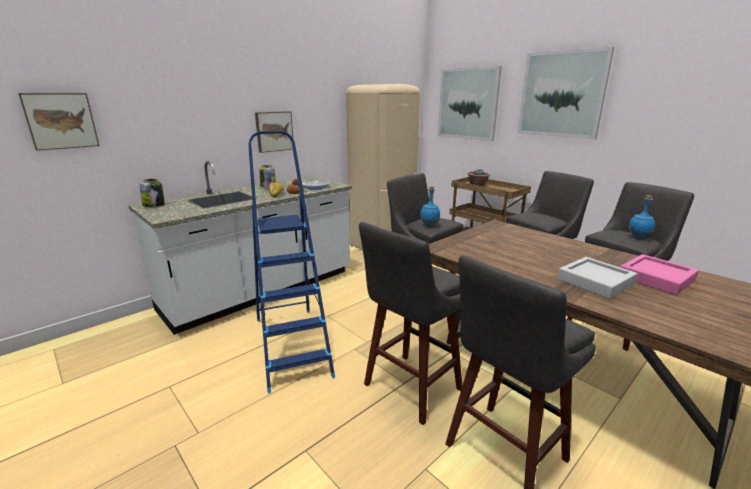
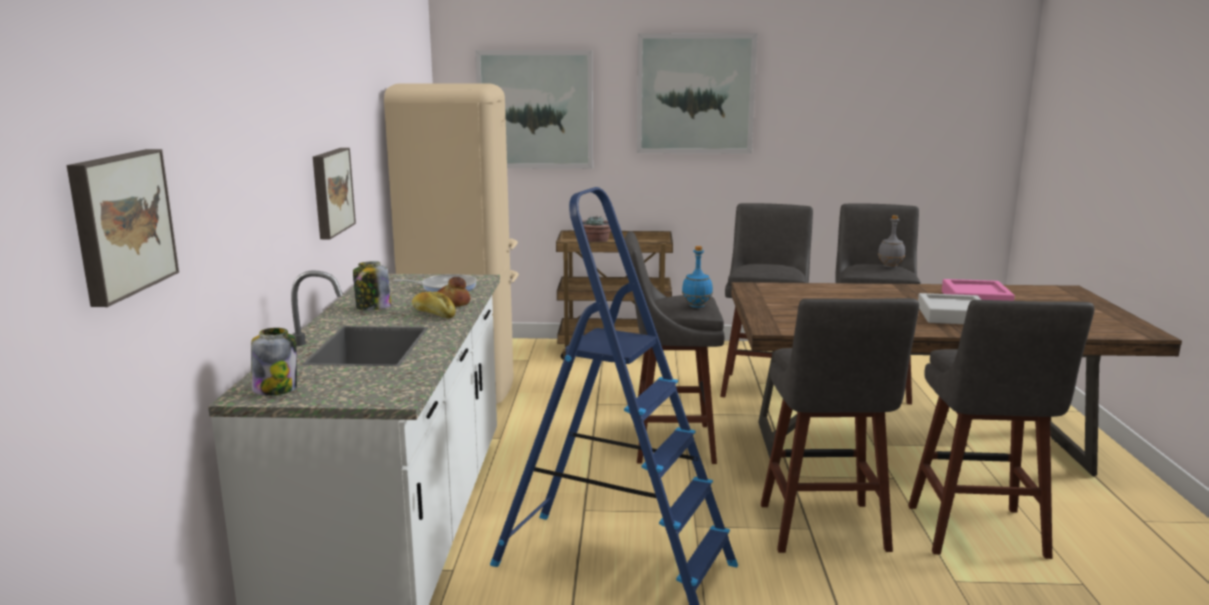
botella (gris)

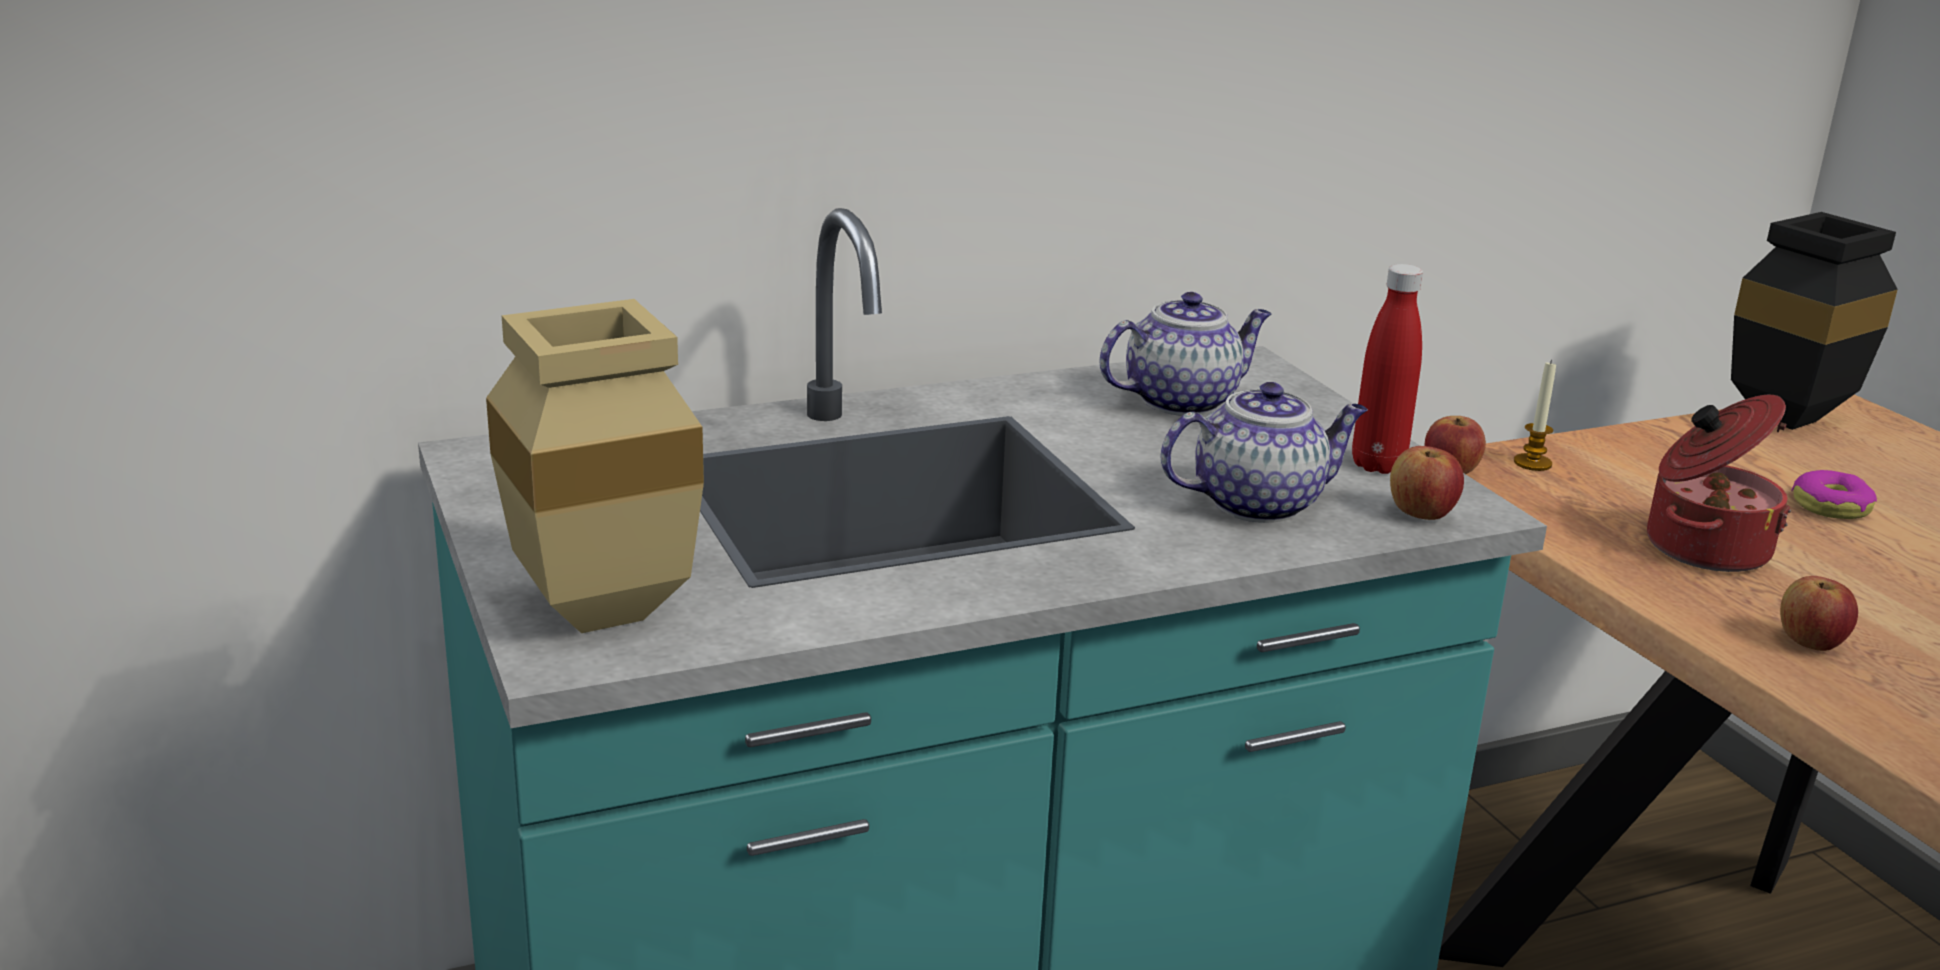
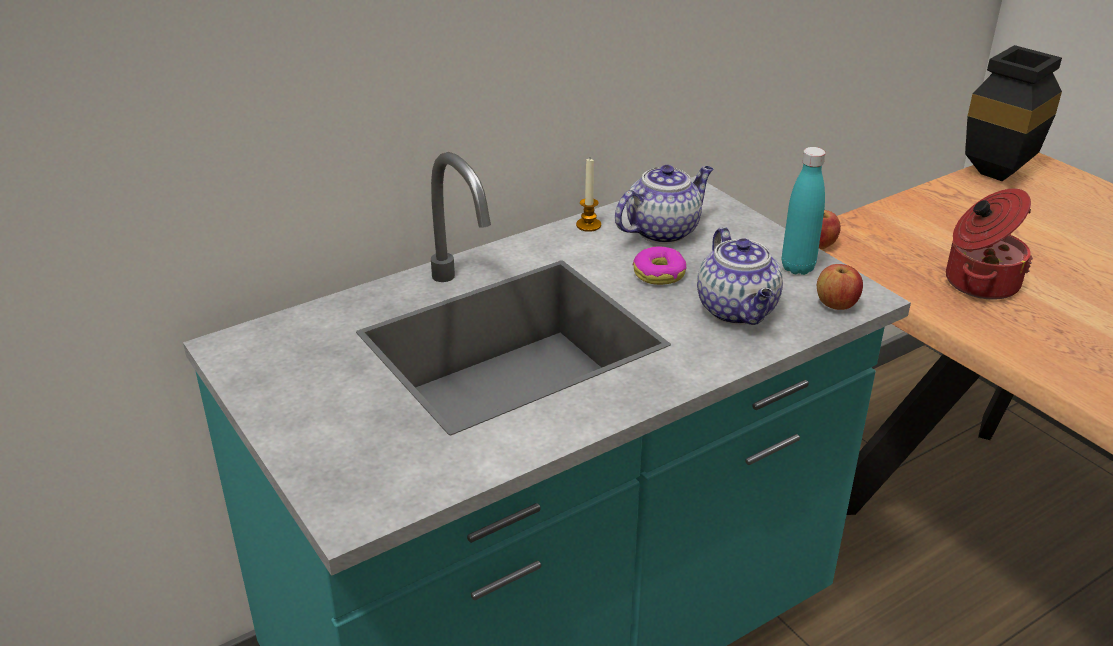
florero (beis)
manzana (no. 3 from left in the first image)
vela
rosquilla
botella (turquesa)
tetera (no. 2 from left)

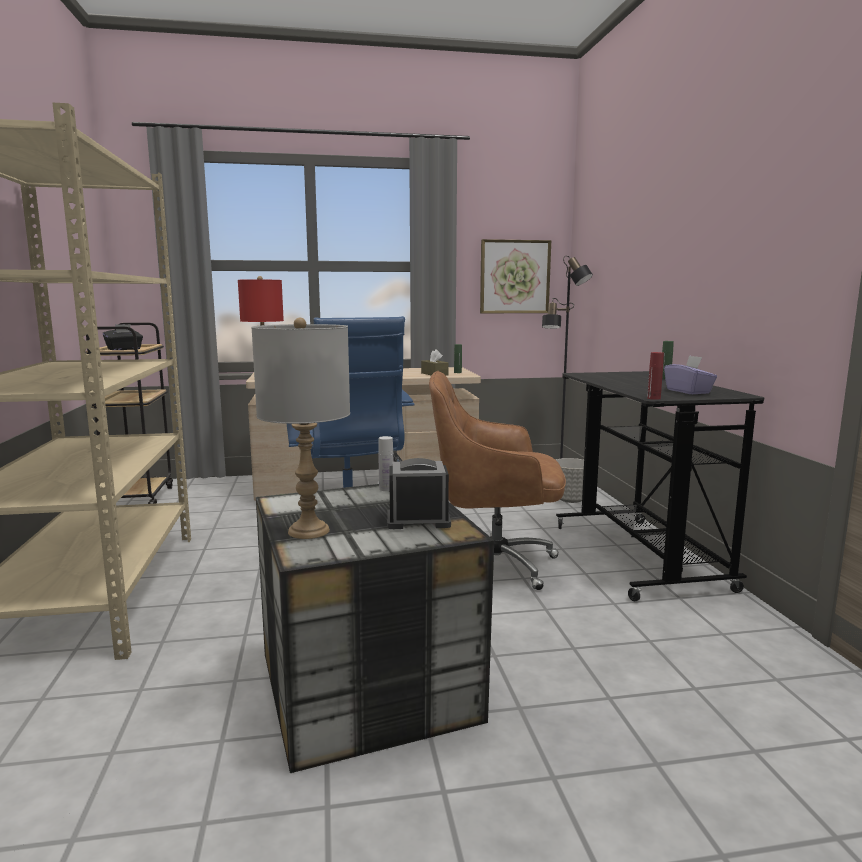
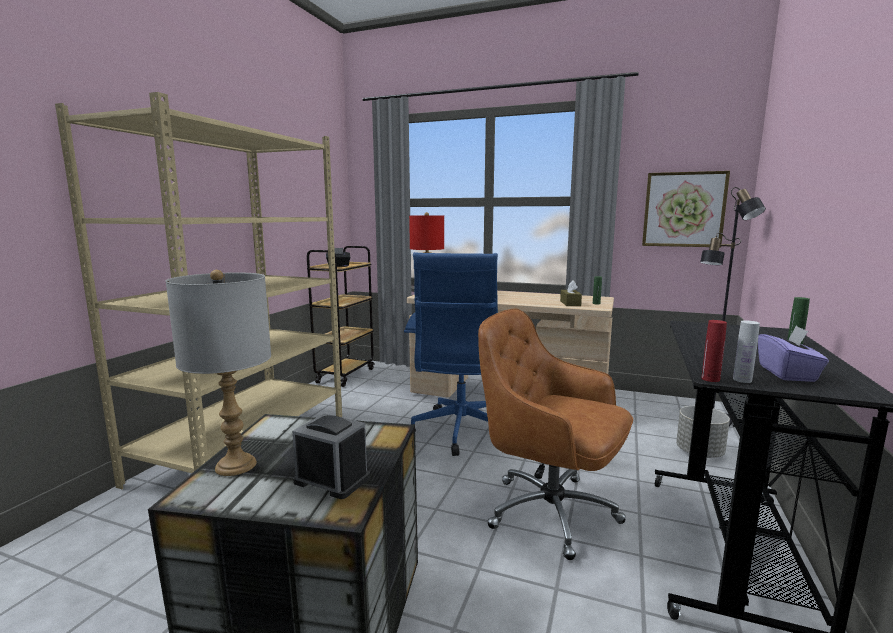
botella (blanco)

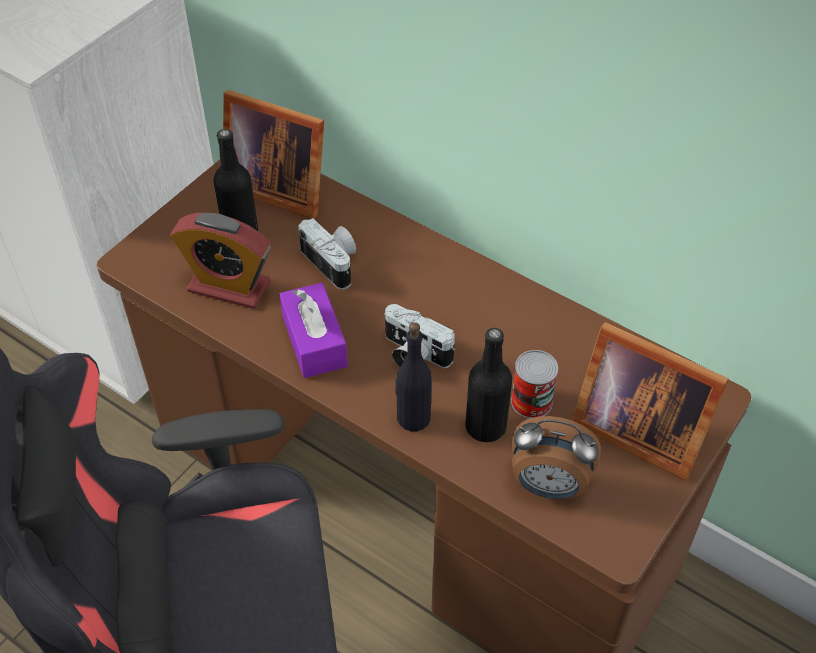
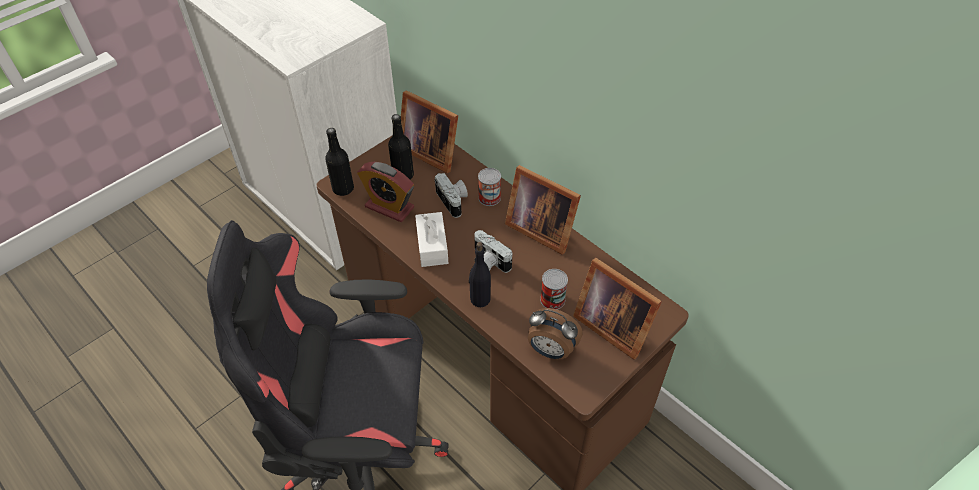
lata (no. 1 from left)
portarretratos (no. 2 from left)
botella (negro) (no. 1 from left)
caja de pañuelos (blanco)

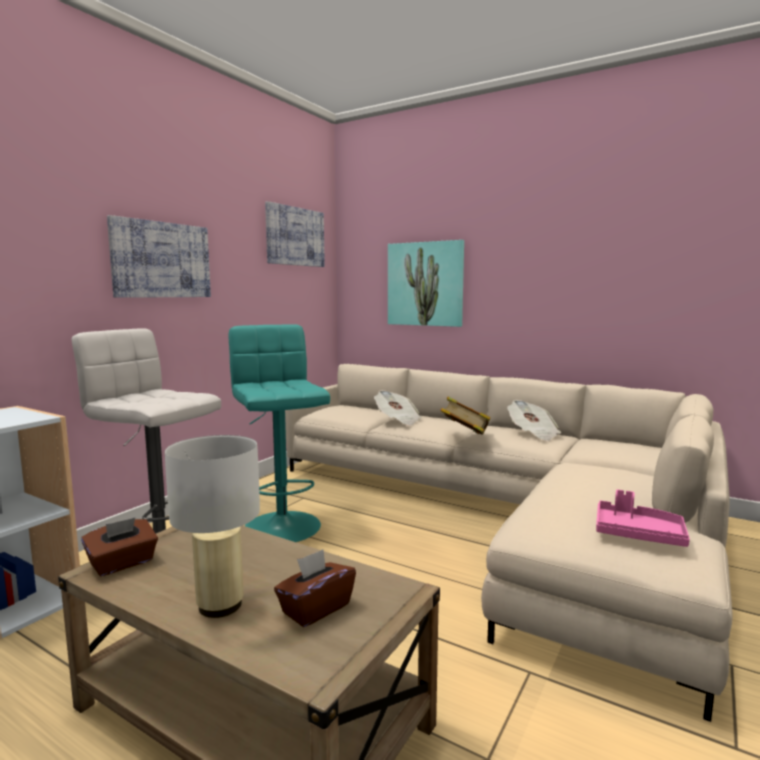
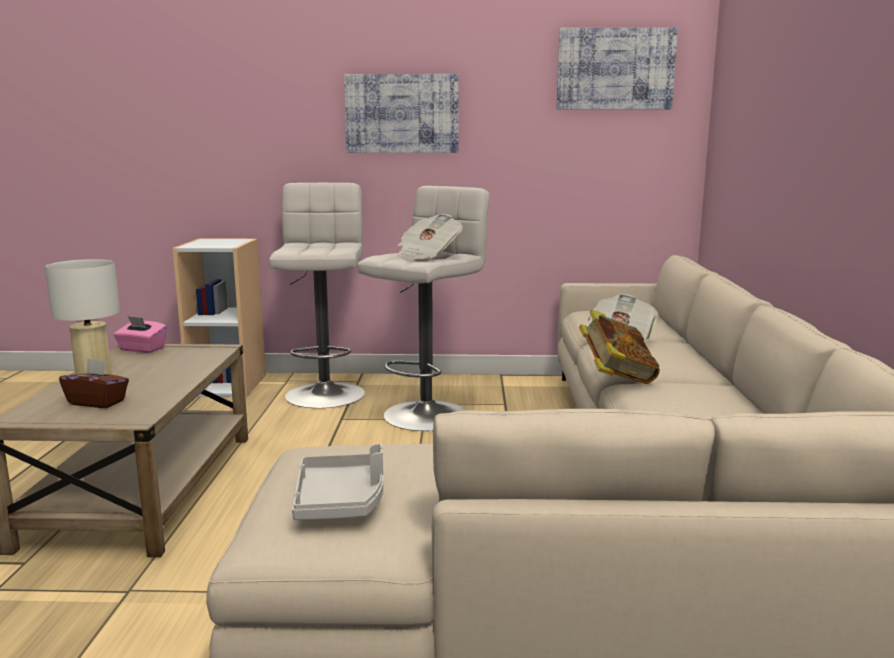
cuadro (no. 3 from left in the first image)
periódico (no. 1 from left)
caja de pañuelos (rosa)
taburete (blanco) (no. 2 from left)
bandeja (gris)

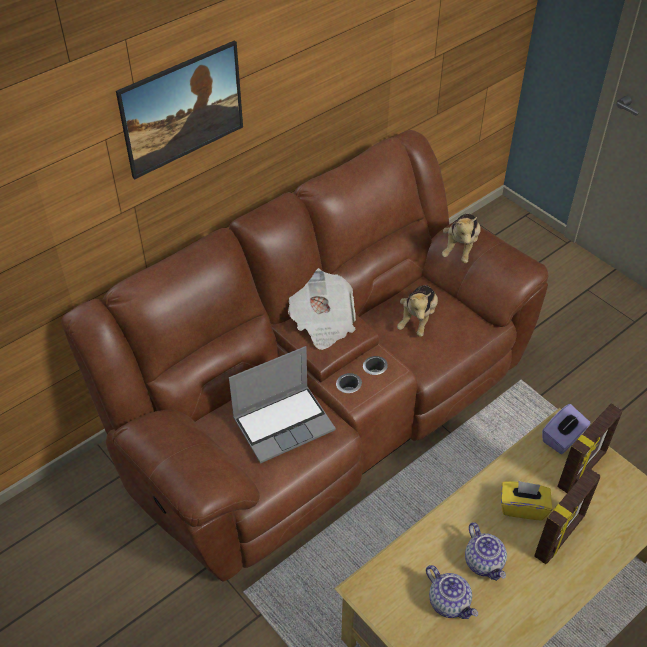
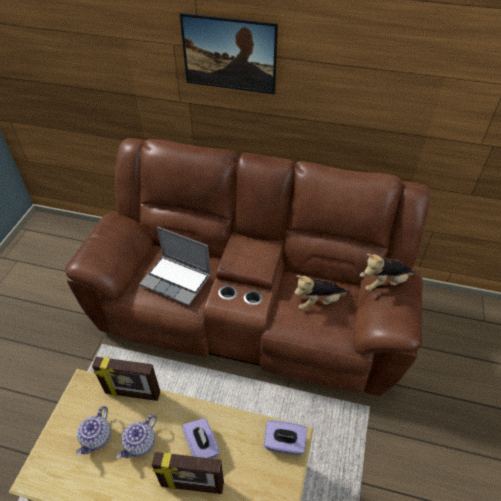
periódico
portarretratos (no. 1 from left)
caja de pañuelos (morado) (no. 1 from left)

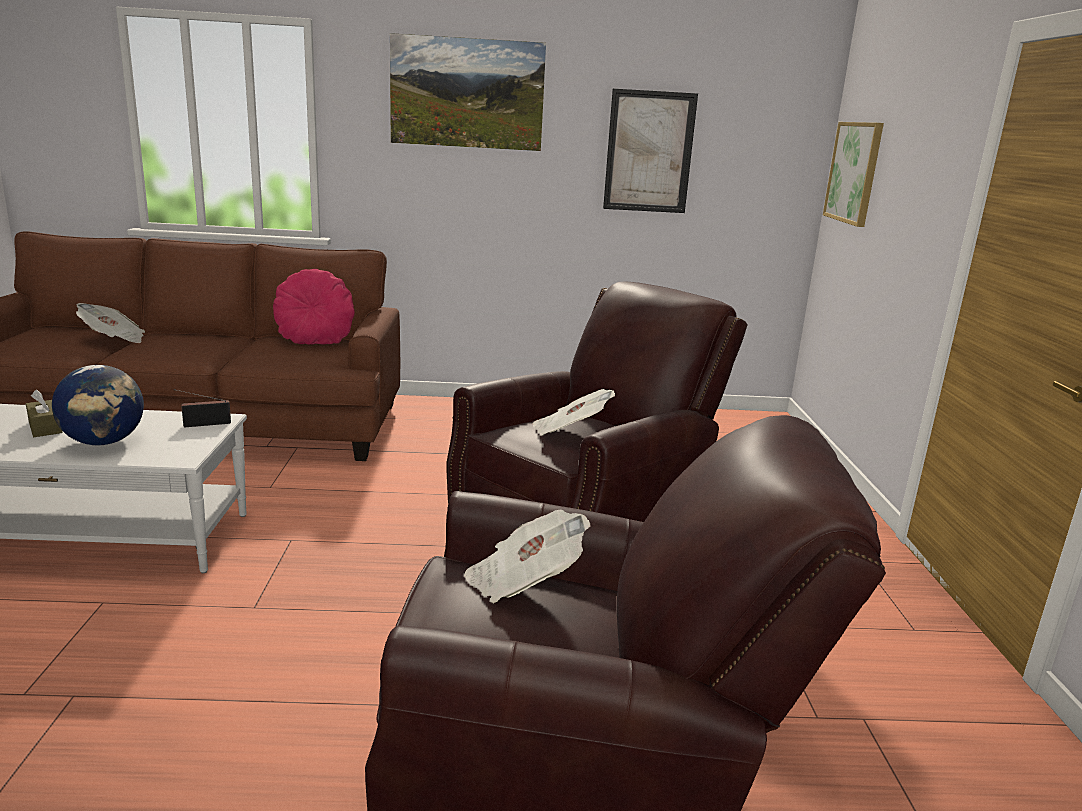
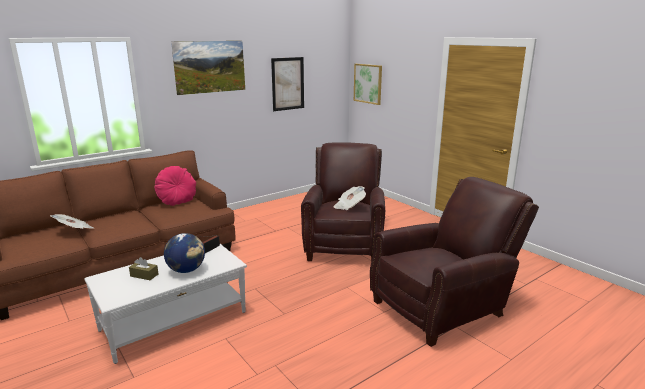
periódico (no. 2 from left in the first image)

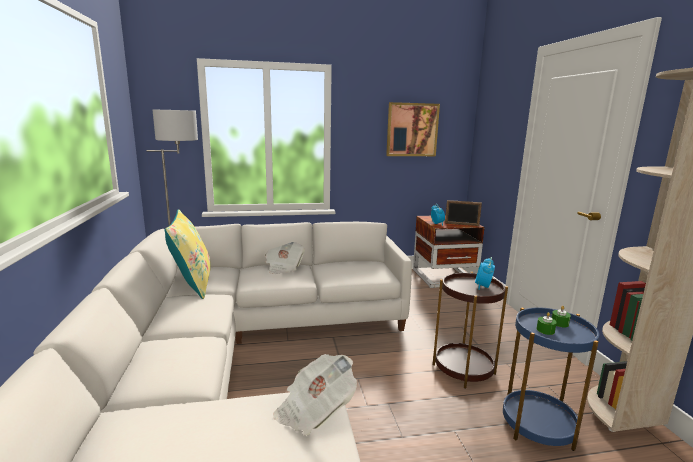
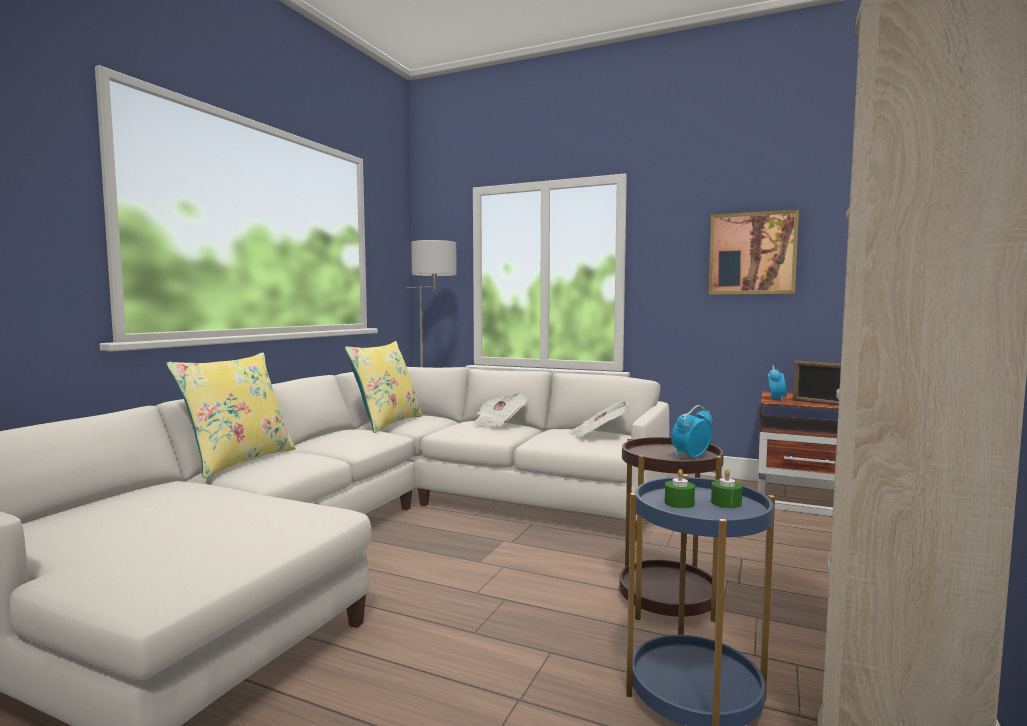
cojín (amarillo) (no. 1 from left)
periódico (no. 2 from left)

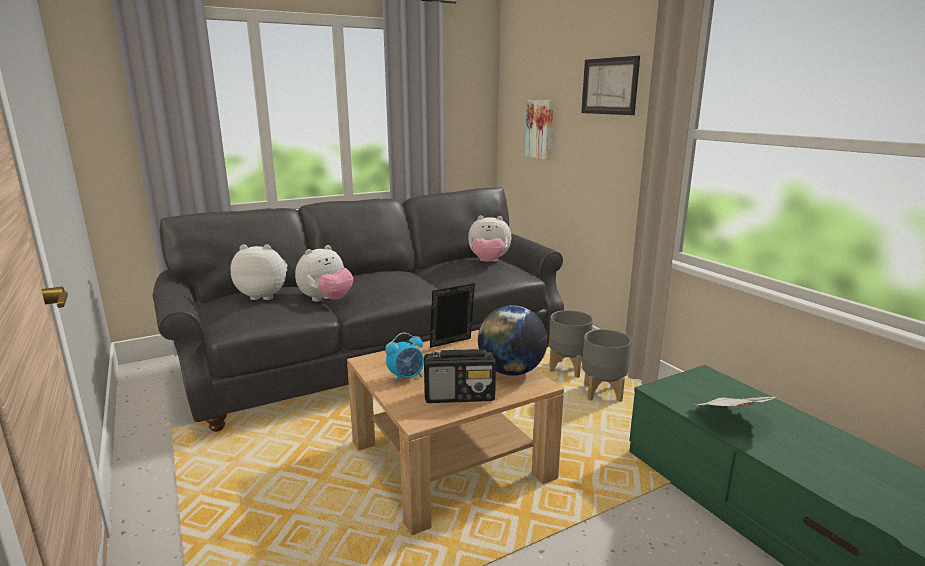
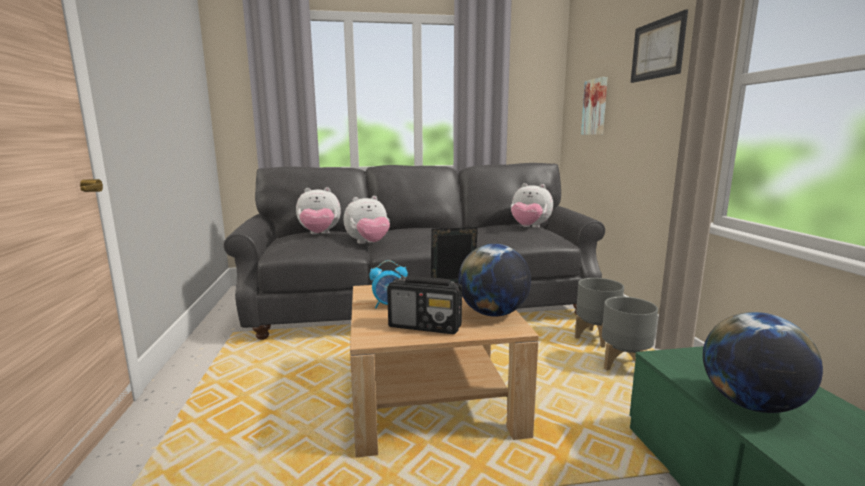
globo terráqueo (no. 2 from left)
peluche (no. 1 from left)

